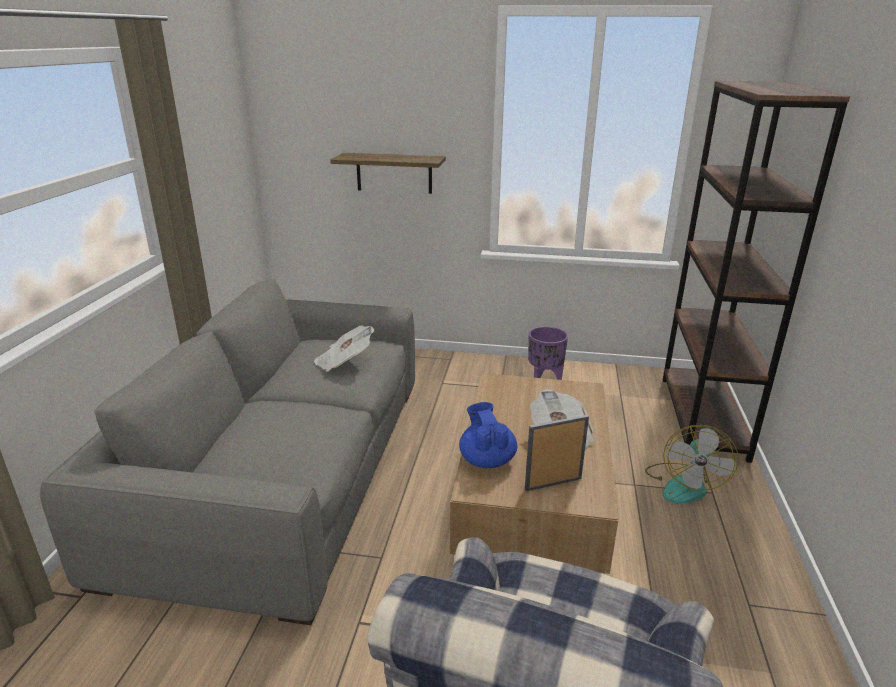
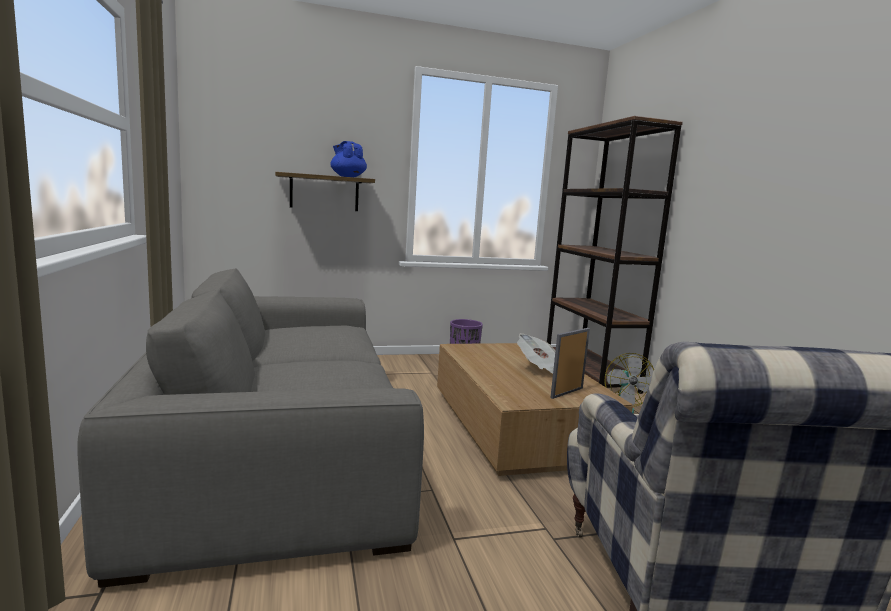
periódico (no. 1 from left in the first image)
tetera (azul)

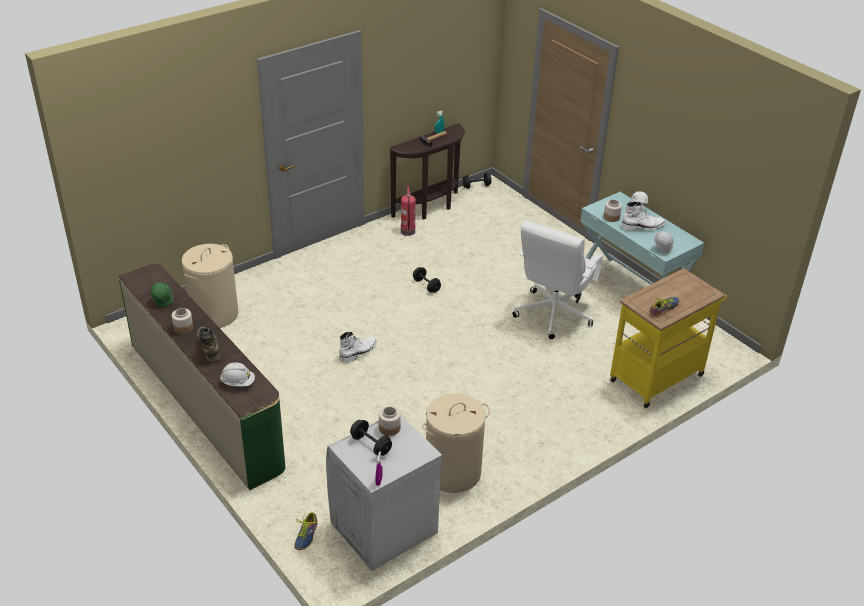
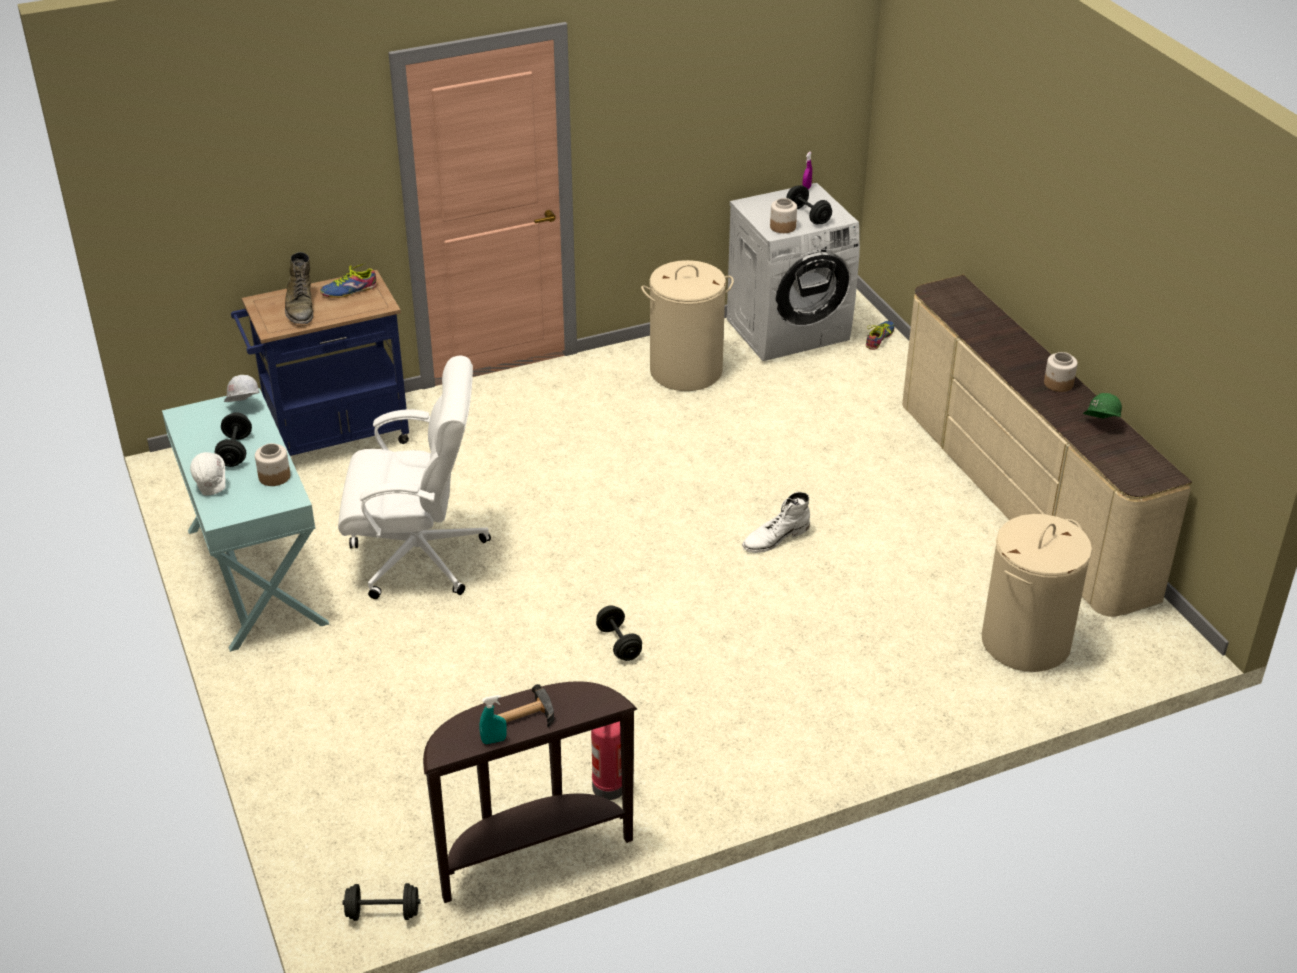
casco (blanco) (no. 1 from left in the first image)
bota (verde)
mancuerna (negro) (no. 1 from left)
armario (beis)
carrito (azul)
silla de oficina (blanco)

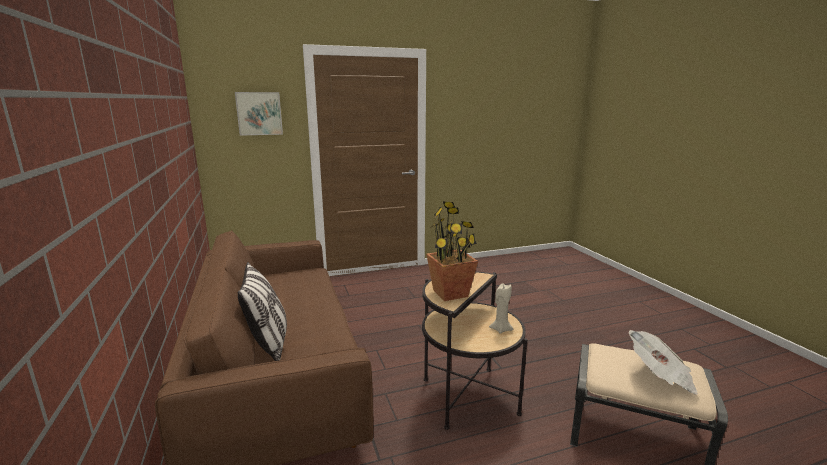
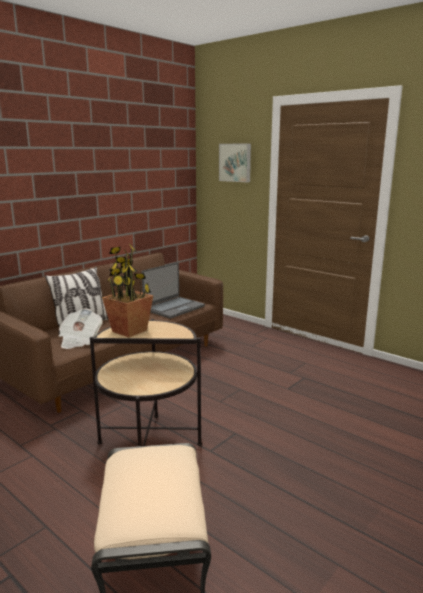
vela (beis)
portátil
periódico

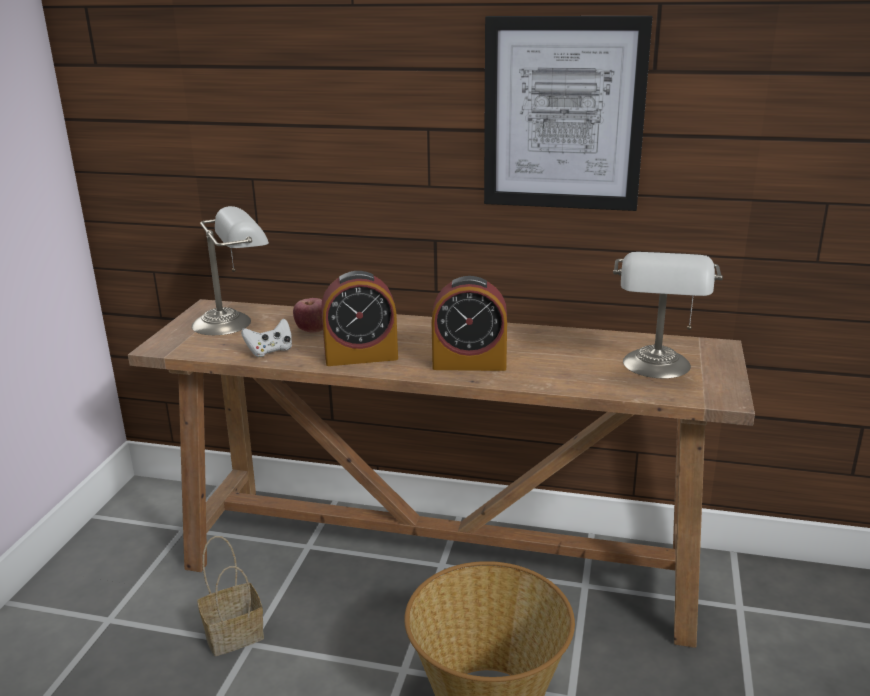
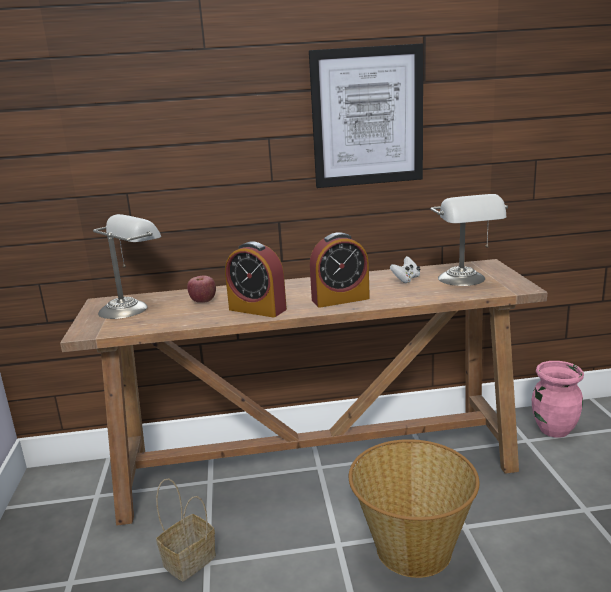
florero (rosa)
mando de consola (blanco)
despertador (no. 1 from left)

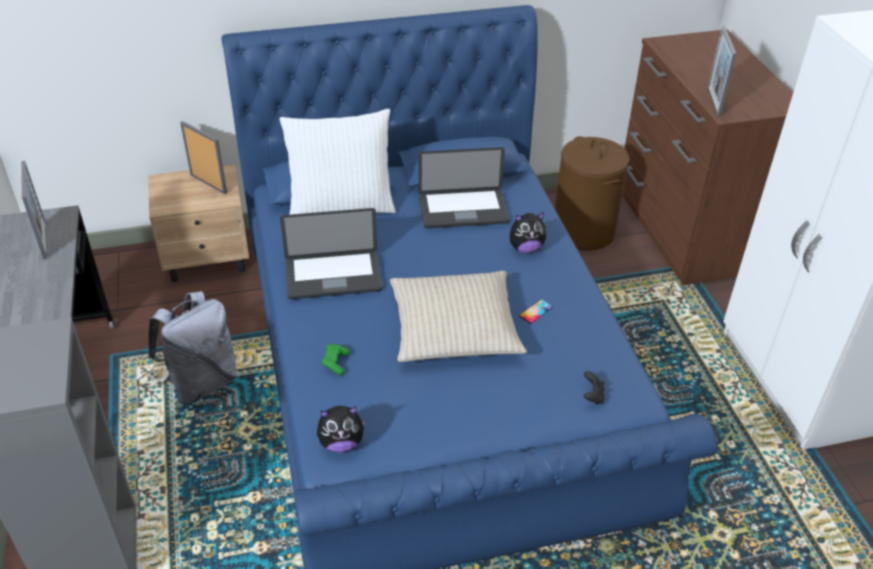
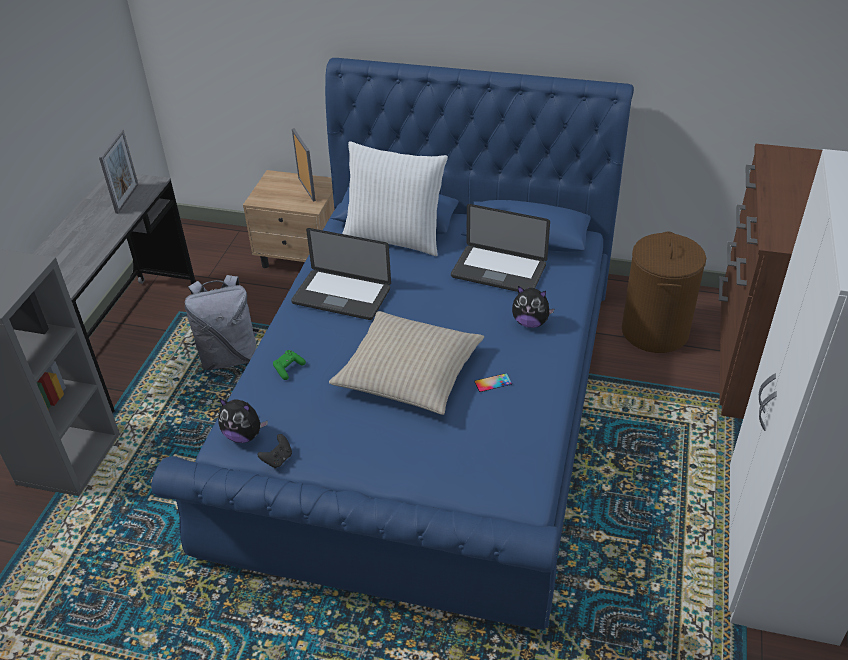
portarretratos (no. 3 from left in the first image)
mando de consola (negro)

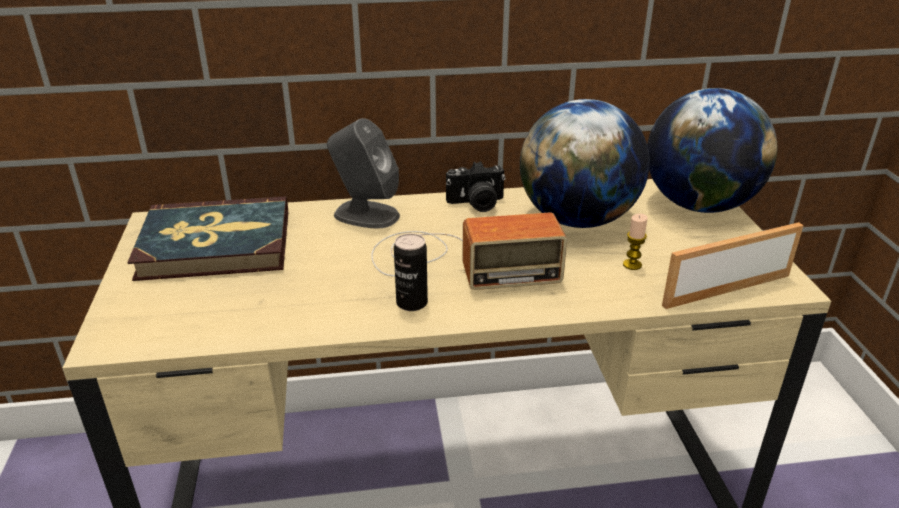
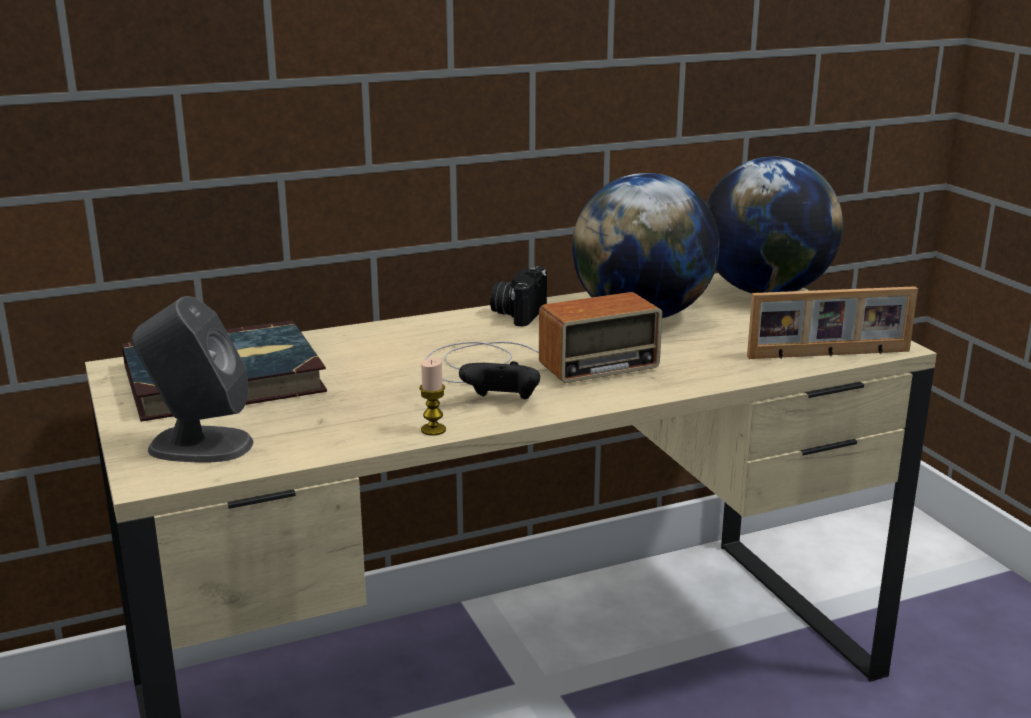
altavoz (gris)
vela
mando de consola (negro)
cámara
portarretratos

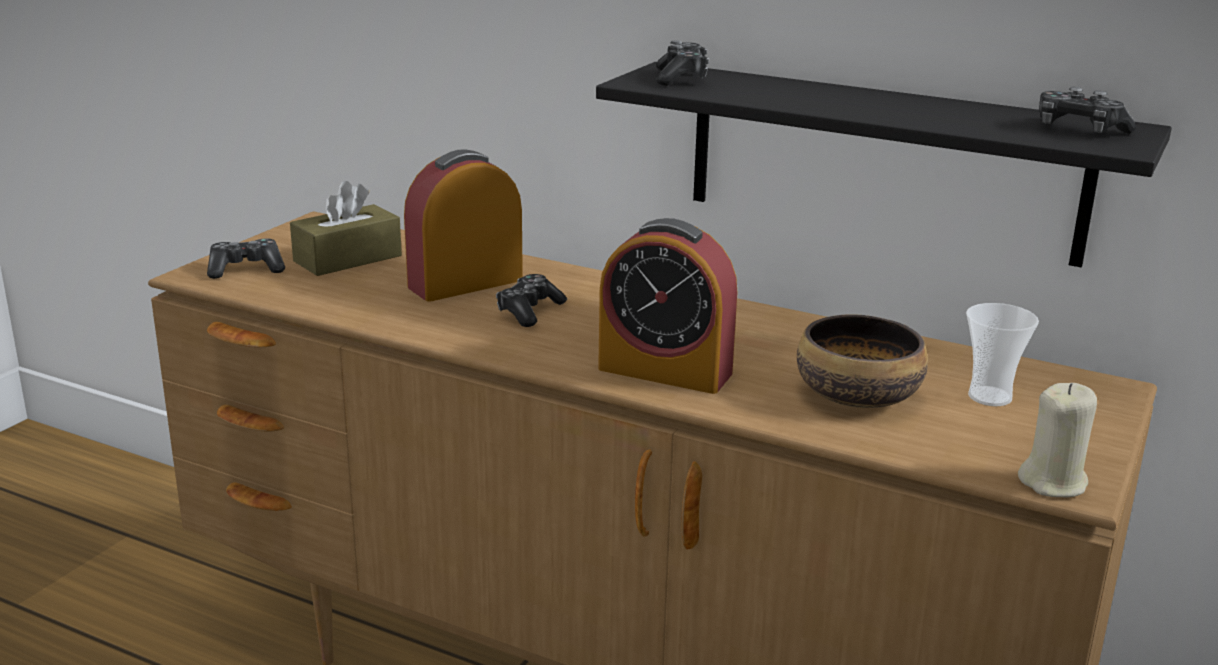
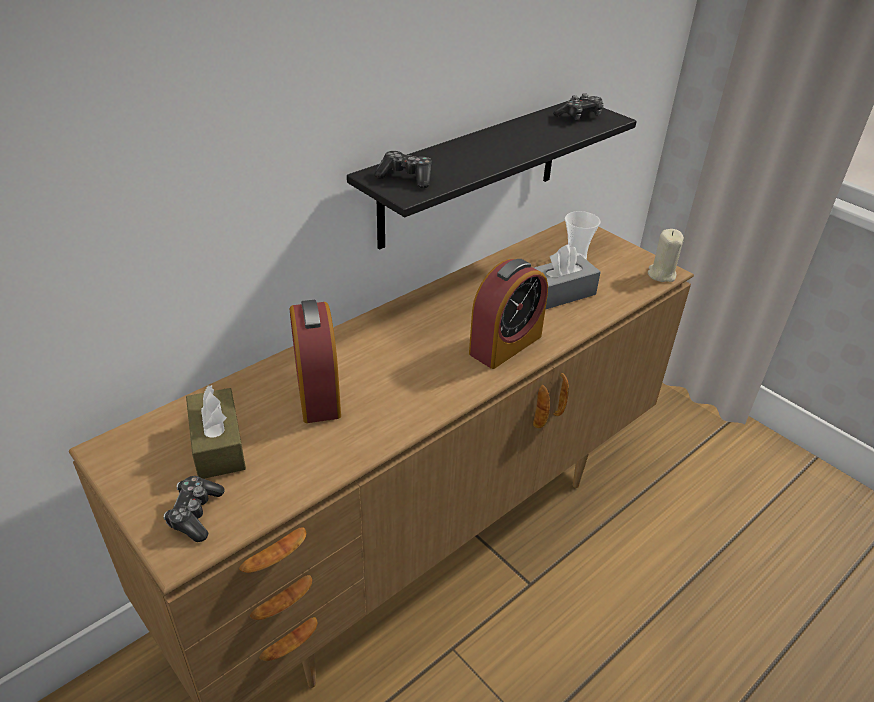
mando de consola (no. 2 from left in the first image)
caja de pañuelos (gris)

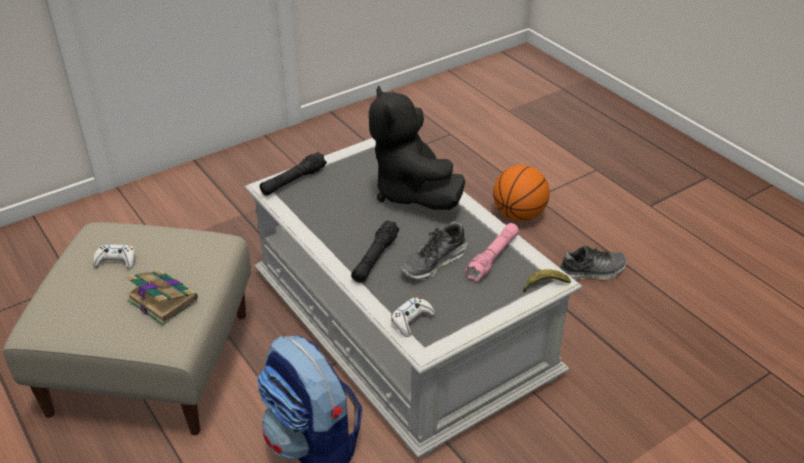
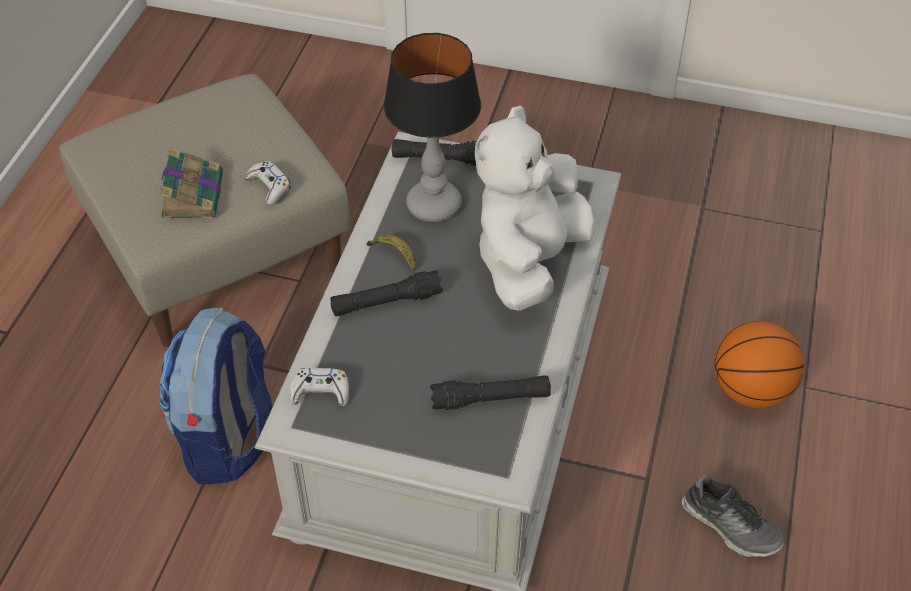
zapato (no. 1 from left in the first image)
lámpara de mesa
mando de consola (blanco) (no. 1 from left)
plátano
peluche (blanco)
linterna (negro) (no. 3 from left)

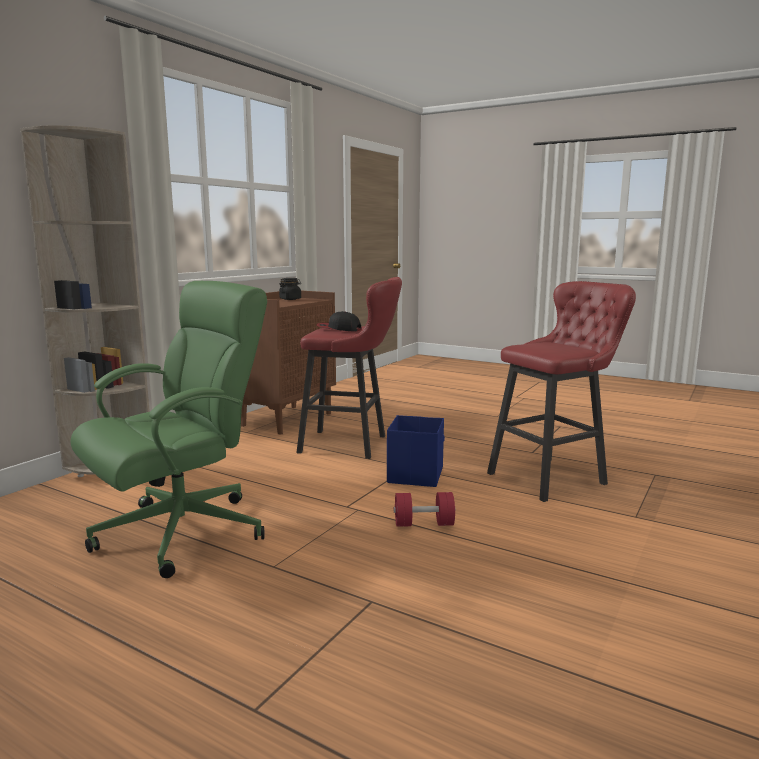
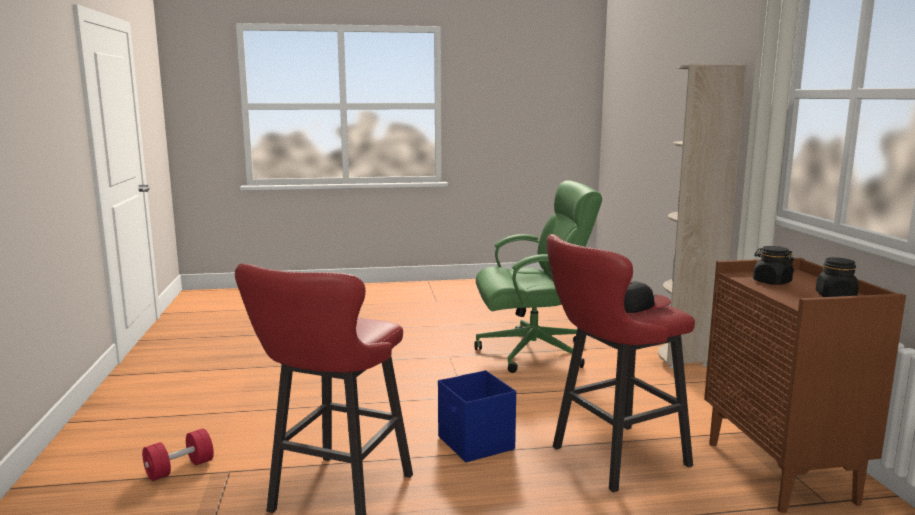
tarro (negro) (no. 1 from left)
mancuerna (rojo)
silla de oficina (verde)

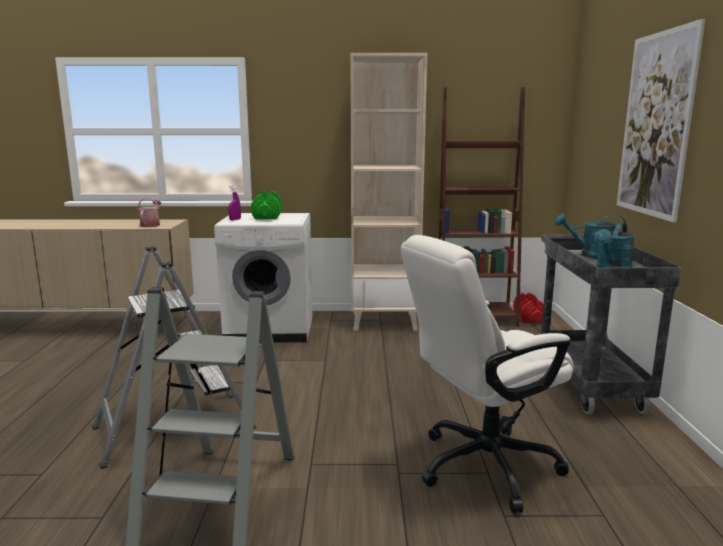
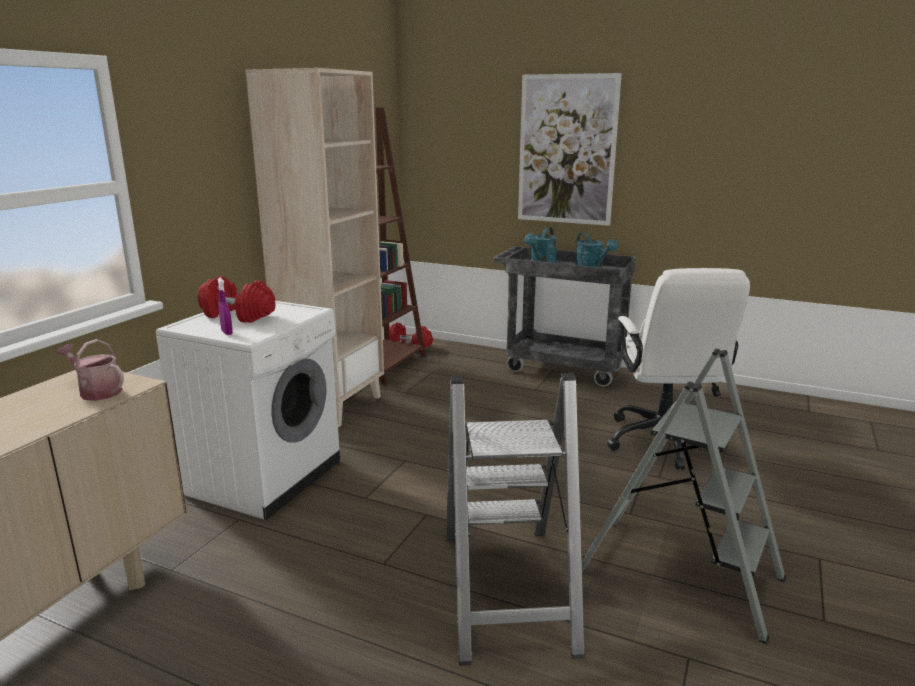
mancuerna (rojo) (no. 1 from left)

